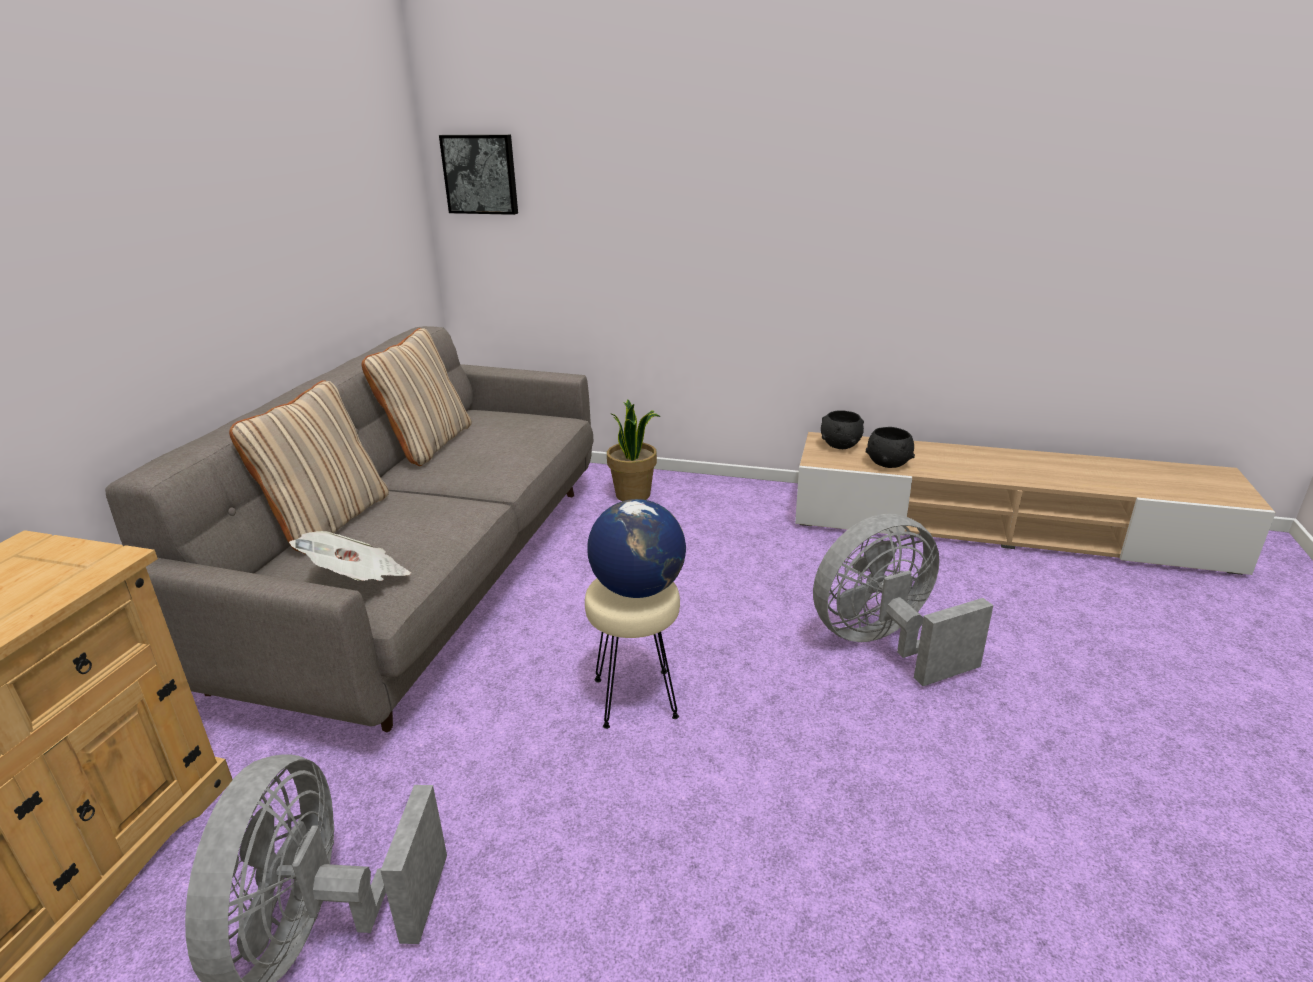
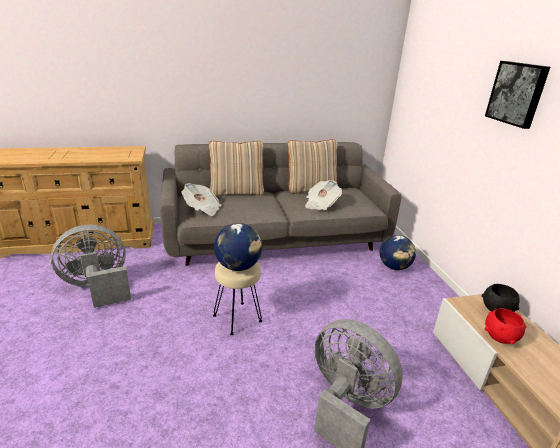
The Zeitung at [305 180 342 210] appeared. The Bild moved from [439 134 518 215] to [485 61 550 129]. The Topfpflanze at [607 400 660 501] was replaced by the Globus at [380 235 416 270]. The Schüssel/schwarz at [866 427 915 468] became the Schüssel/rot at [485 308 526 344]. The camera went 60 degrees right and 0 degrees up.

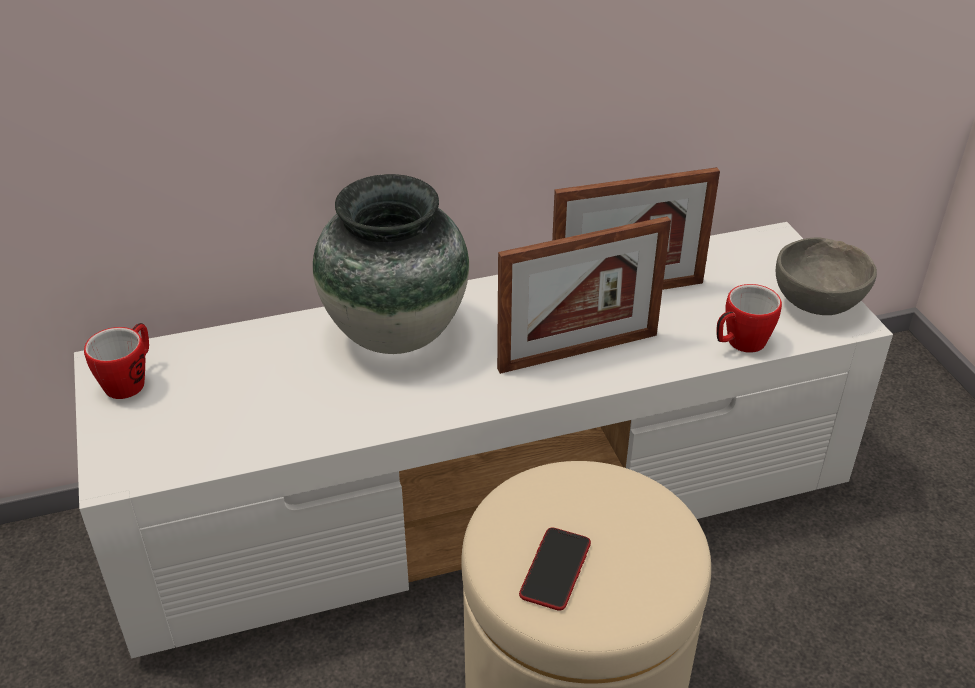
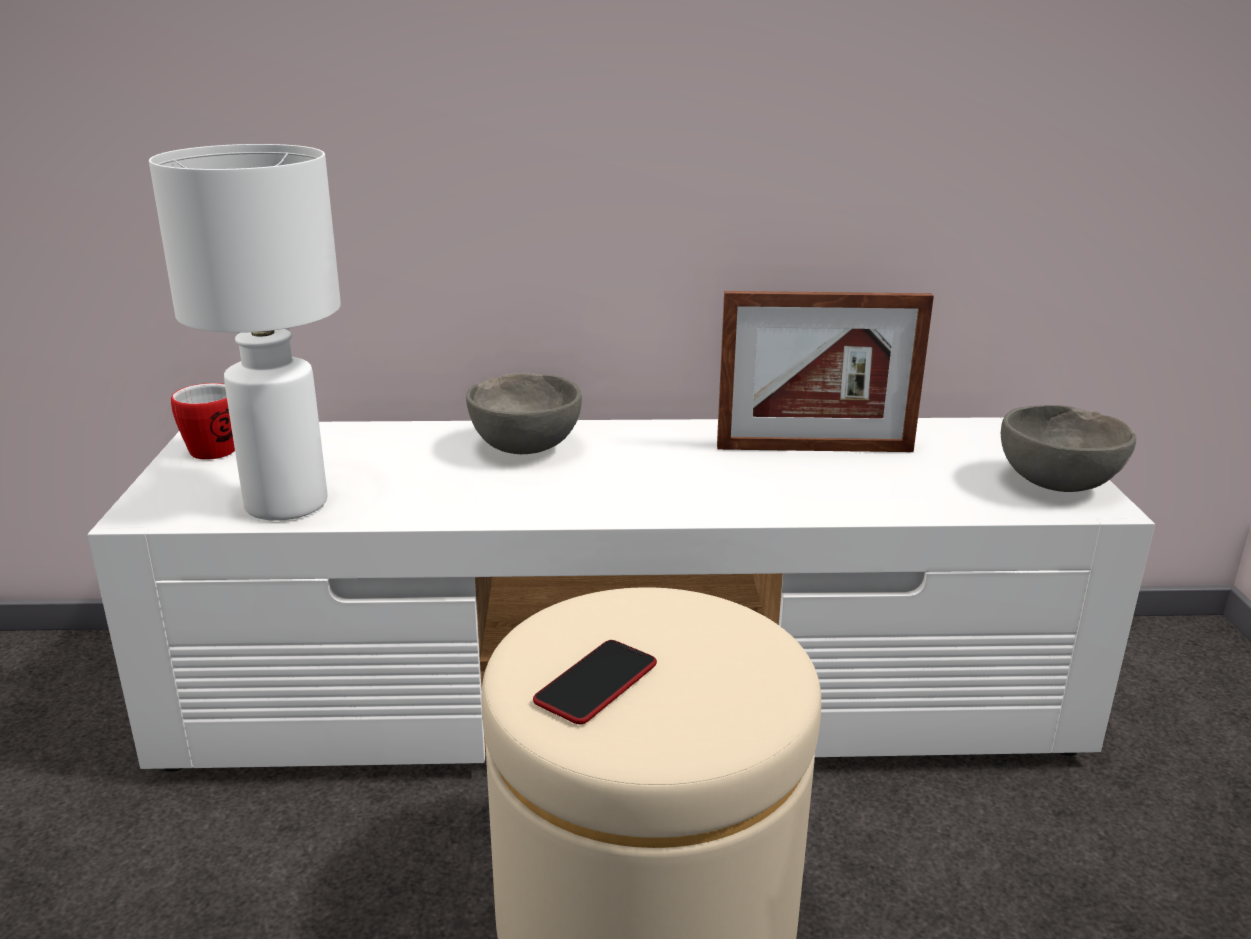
The Bilderrahmen at [497 216 671 374] disappeared. The Henkelbecher at [716 284 782 353] disappeared. The Tischlampe/weiß at [149 144 341 521] appeared. The Vase at [313 174 469 354] was replaced by the Schüssel/grau at [466 373 582 454]. The camera went 15 degrees right and 15 degrees down.

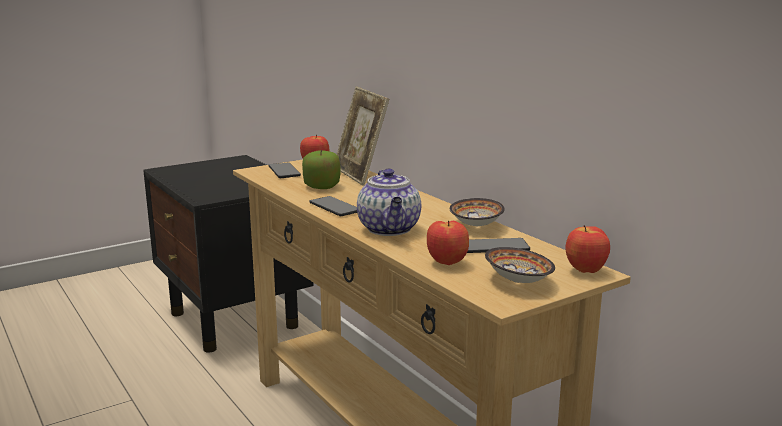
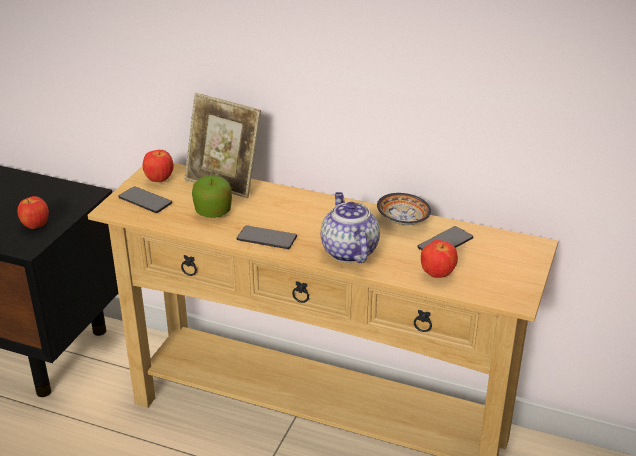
The Schüssel at [485 247 555 283] disappeared. The Apfel moved from [565 225 610 273] to [18 196 49 229]. The Teekanne at [357 168 421 236] turned 150 degrees counterclockwise. The camera went 35 degrees left and 15 degrees up.

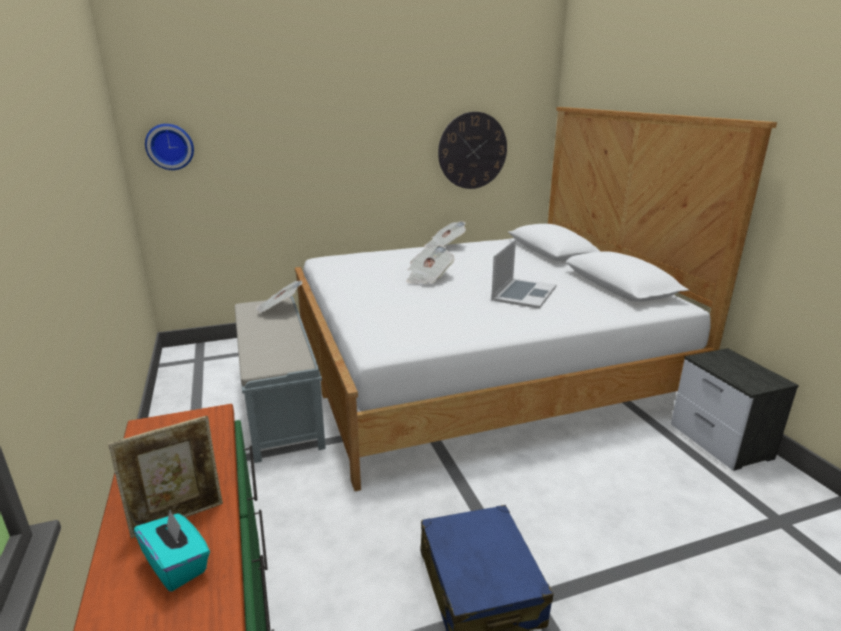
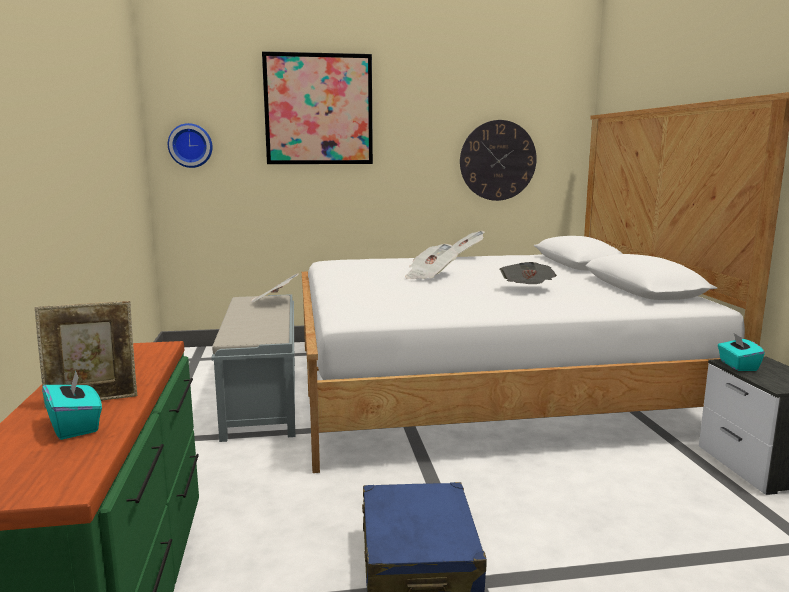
The Bild at [262 51 373 164] appeared. The Taschentuchbox/türkis at [718 333 765 371] appeared. The Laptop at [491 239 556 309] was replaced by the Zeitung at [499 262 557 284]. The camera went 10 degrees right and 10 degrees down.

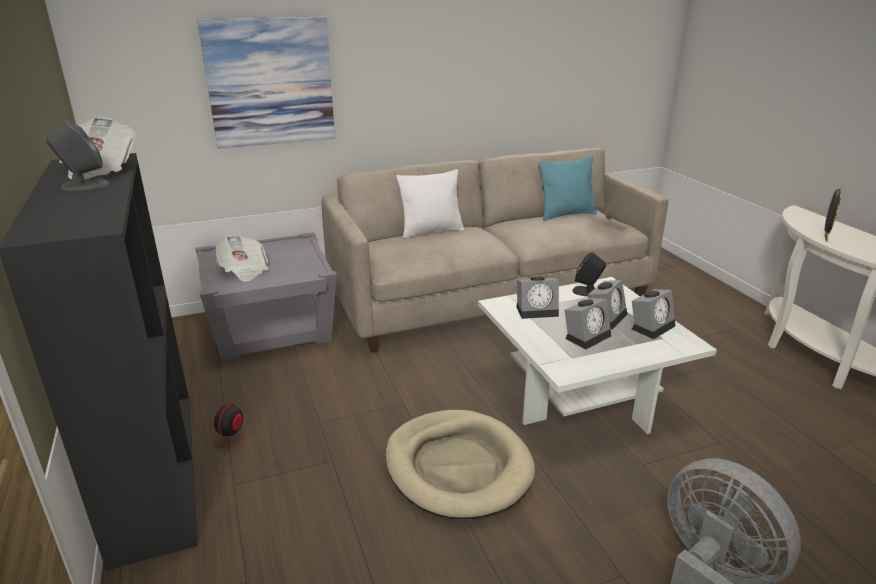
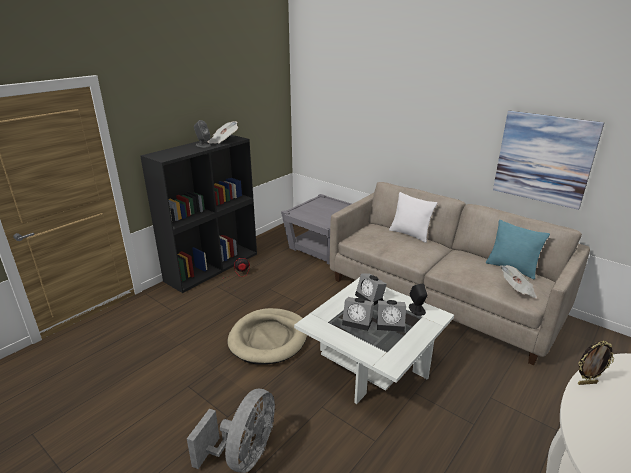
The Zeitung at [216 235 269 282] disappeared. The Wecker at [632 289 675 339] disappeared. The Bild moved from [197 16 335 149] to [493 111 604 210]. The camera went 60 degrees right and 0 degrees up.

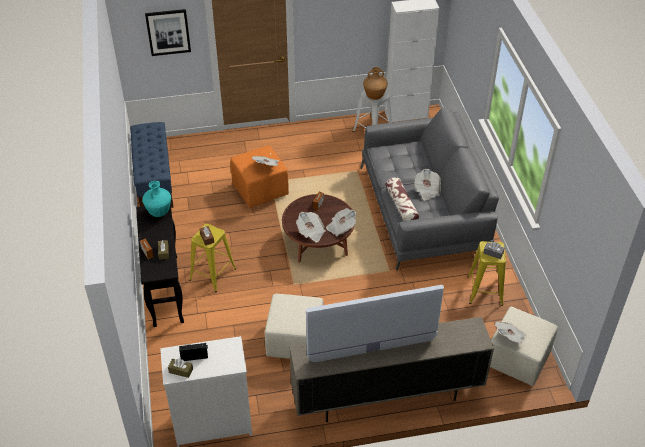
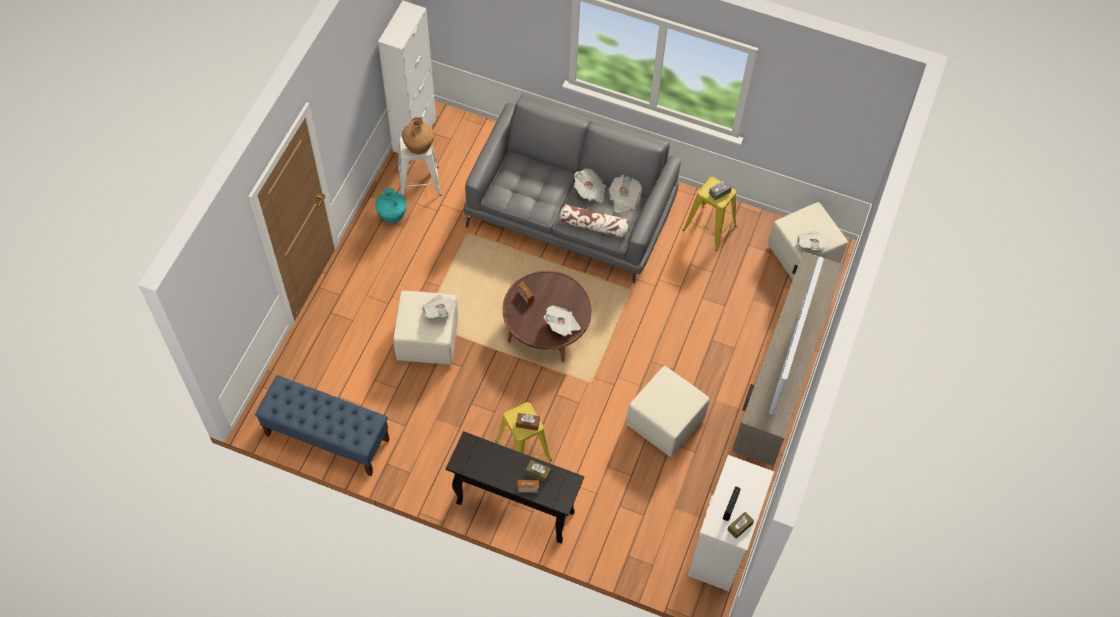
The Bild at [145 9 191 56] disappeared. The Vase/türkis moved from [142 181 171 217] to [375 188 407 223]. The Zeitung moved from [326 208 357 236] to [608 175 642 213]. The Polsterhocker/orange at [230 145 289 208] became the Polsterhocker/beige at [393 291 458 365]. The camera went 60 degrees left and 15 degrees up.

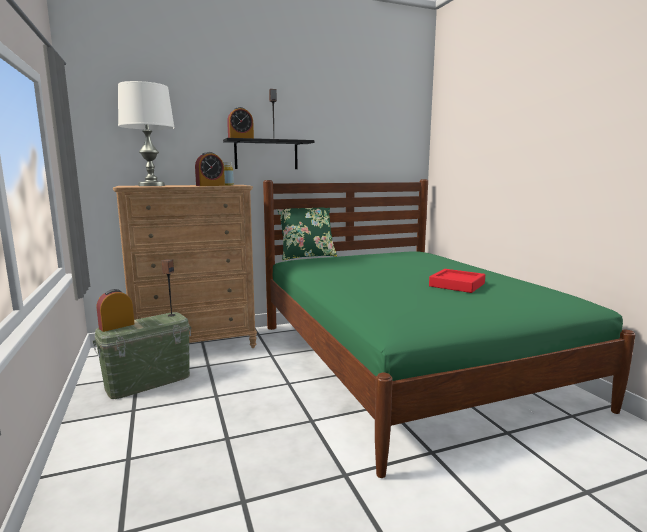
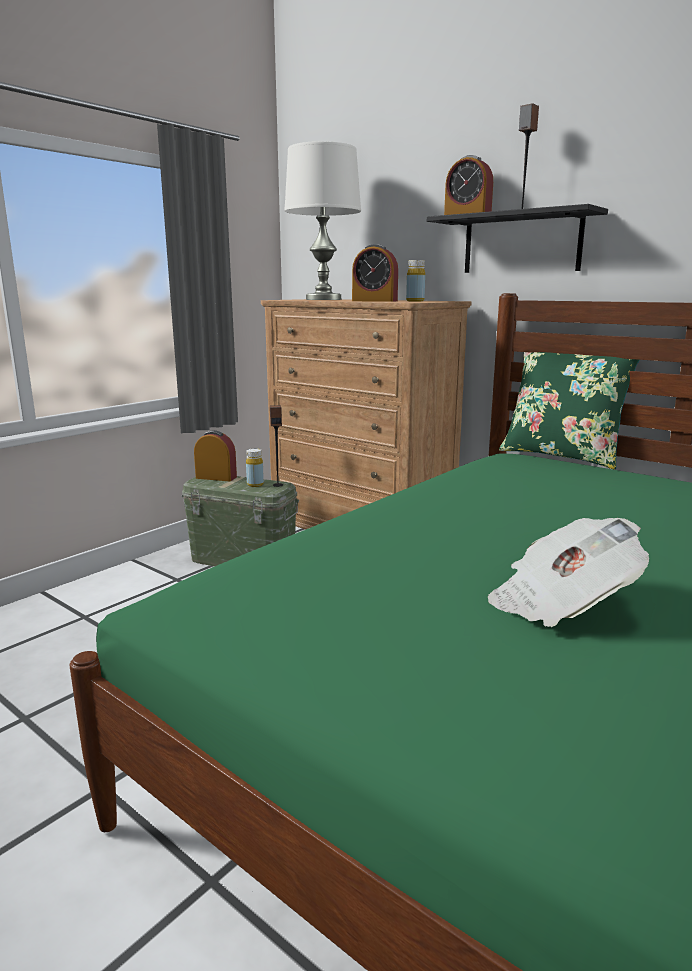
The Flasche/gelb at [246 448 264 487] appeared. The Tablett/rot at [429 269 485 293] was replaced by the Zeitung at [488 518 649 627]. The camera went 60 degrees right and 5 degrees up.

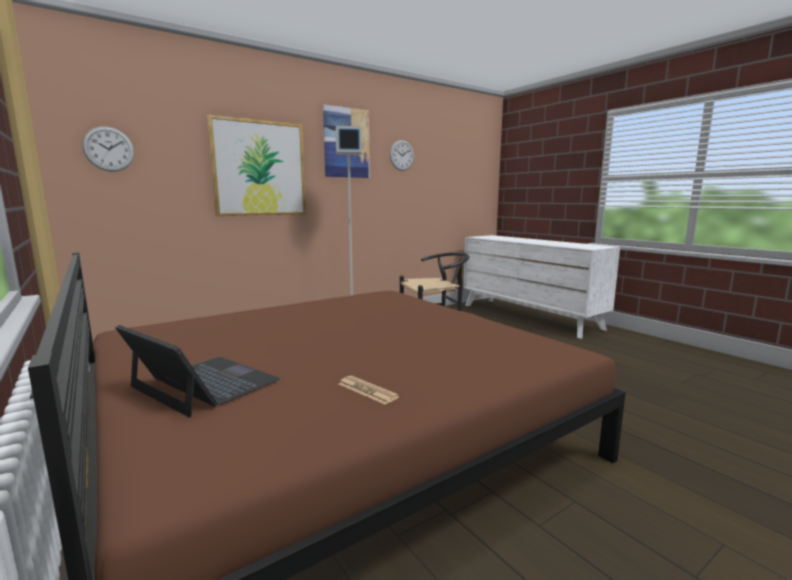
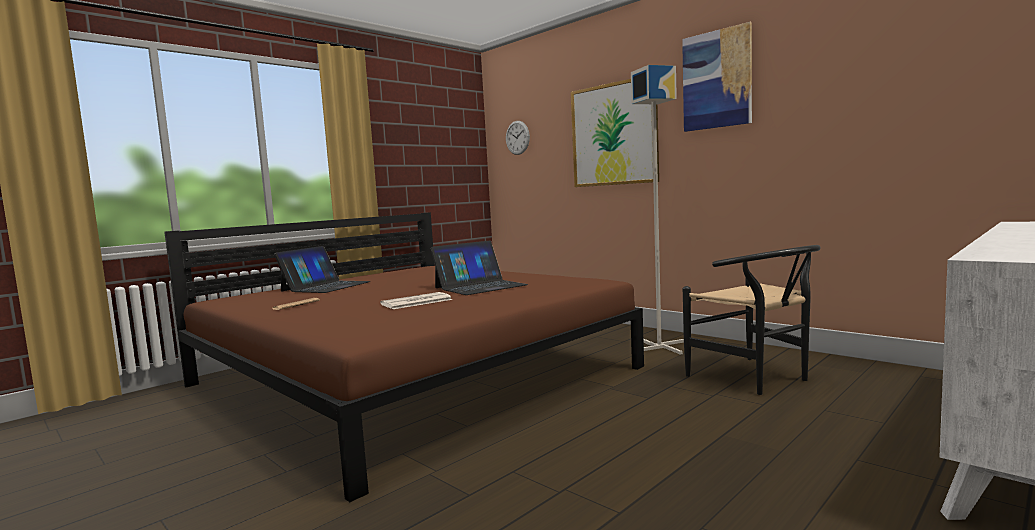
The Wanduhr at [390 140 414 171] disappeared. The Zeitung at [380 292 453 309] appeared. The Laptop at [431 241 528 295] appeared. The camera went 80 degrees right and 5 degrees down.

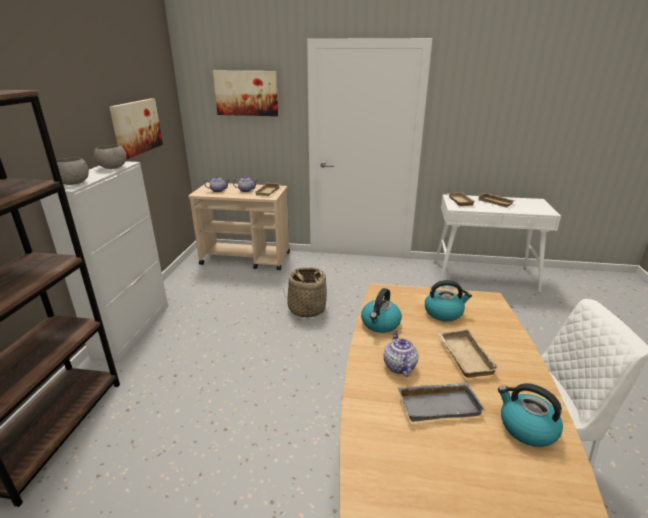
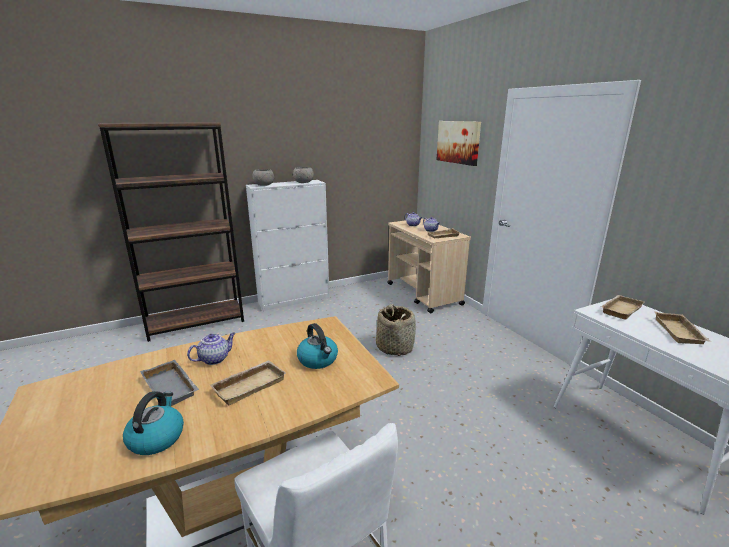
The Bild at [109 98 163 160] disappeared. The Wasserkessel at [361 288 402 333] disappeared. The camera went 55 degrees right and 5 degrees down.

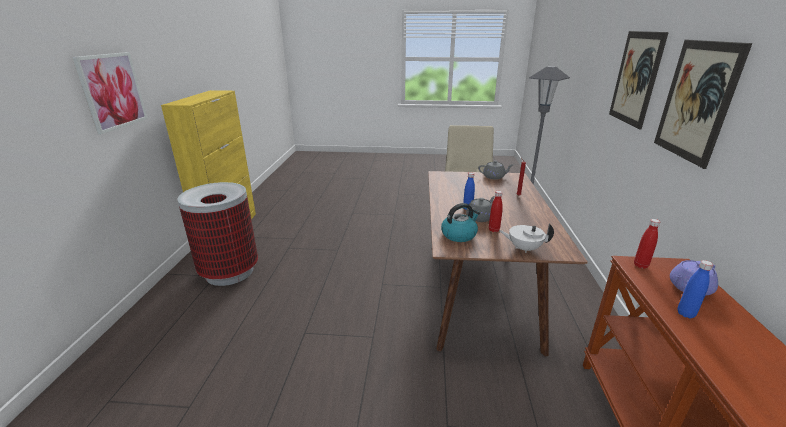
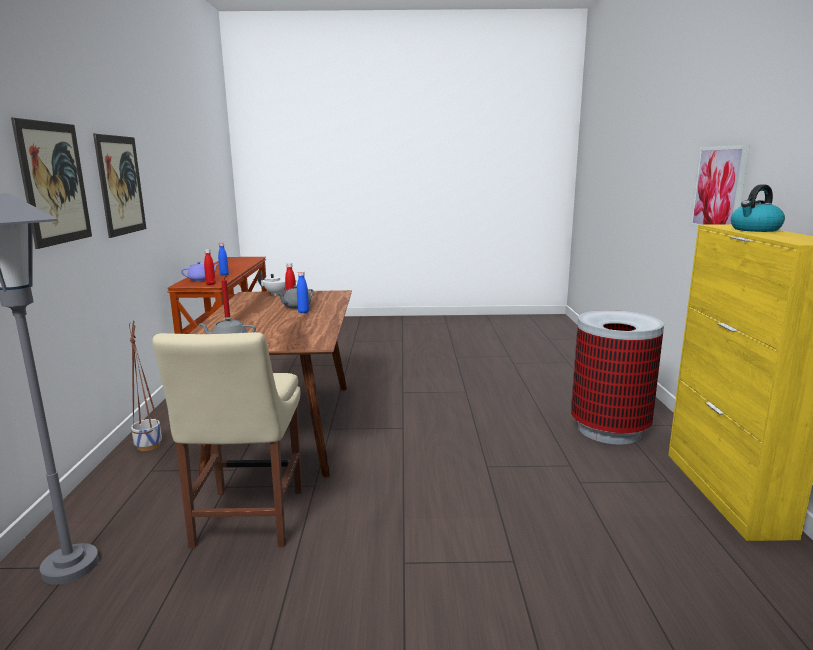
The Pflanzkübel at [129 321 162 451] appeared. The Wasserkessel moved from [441 203 480 242] to [731 184 785 232]. The camera went 175 degrees right and 10 degrees down.

